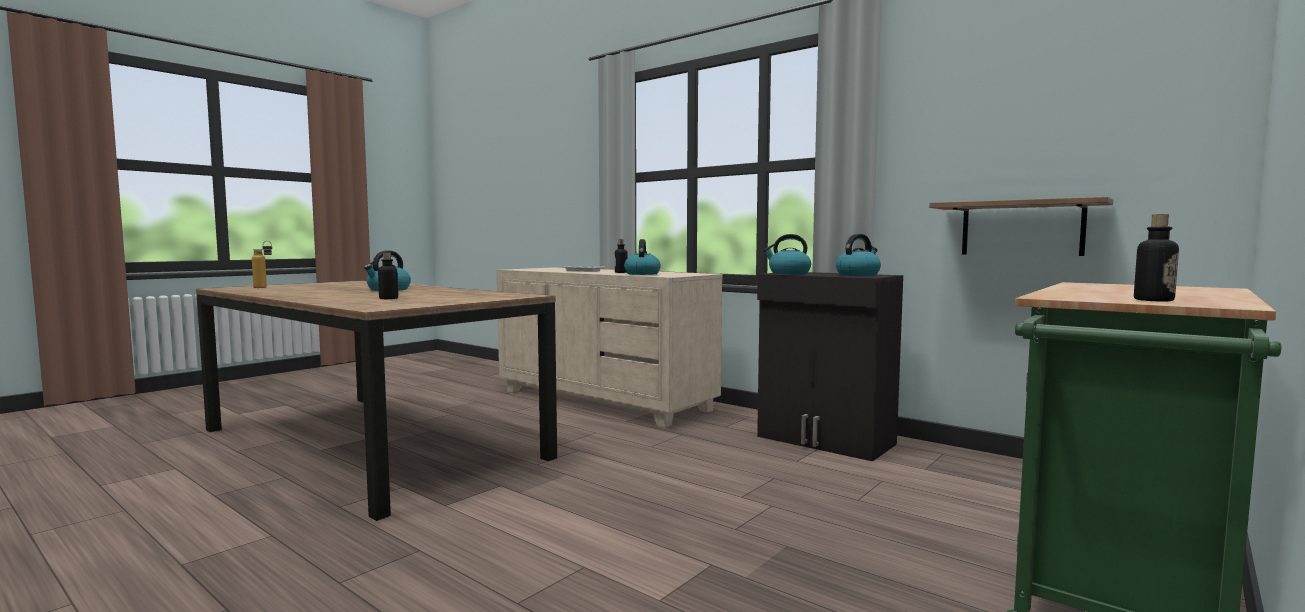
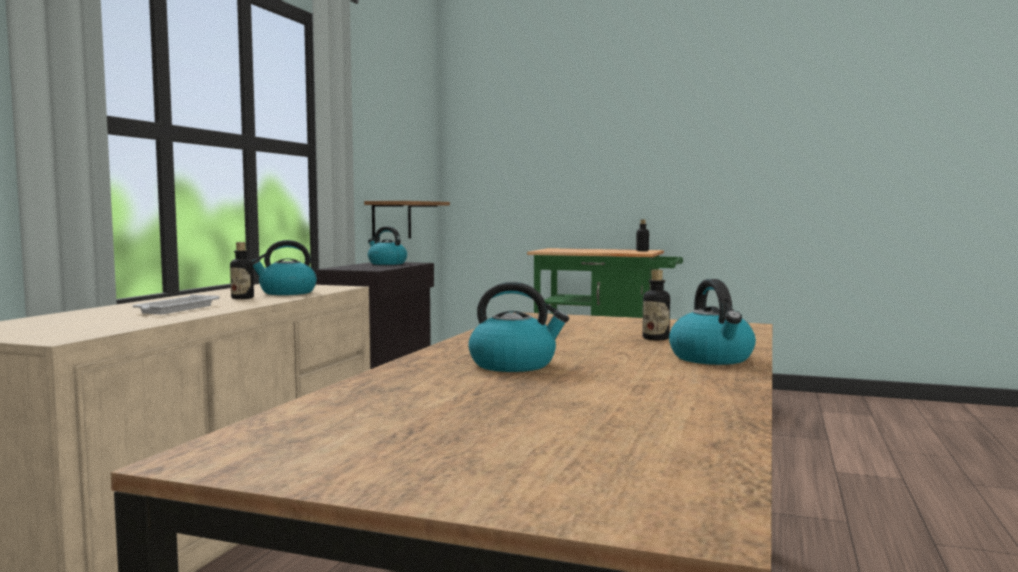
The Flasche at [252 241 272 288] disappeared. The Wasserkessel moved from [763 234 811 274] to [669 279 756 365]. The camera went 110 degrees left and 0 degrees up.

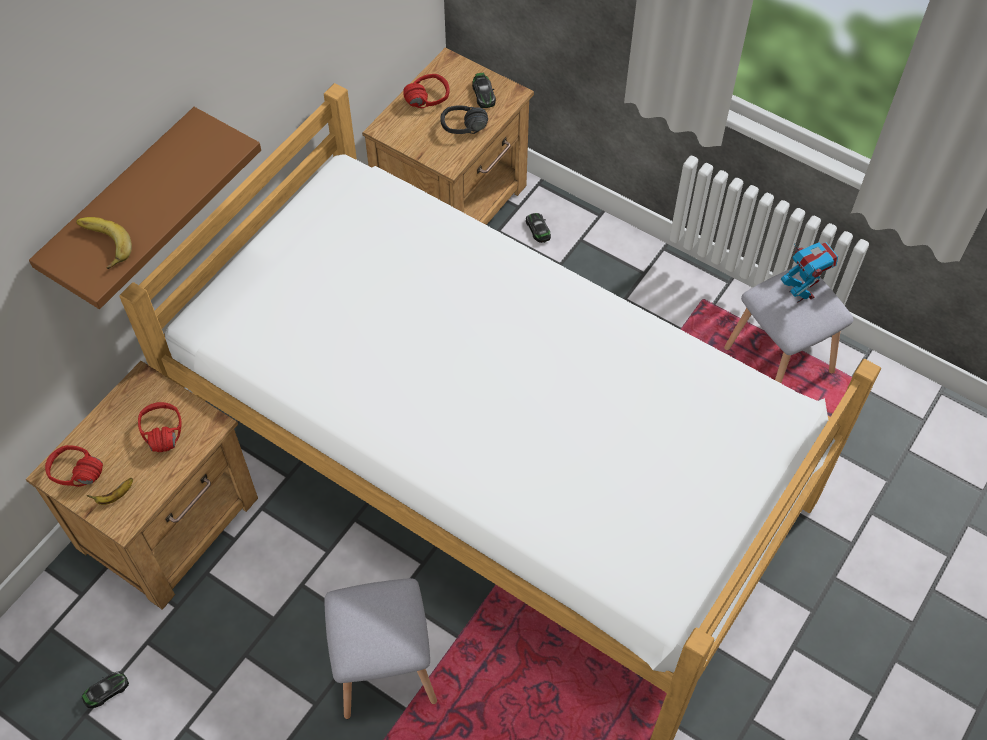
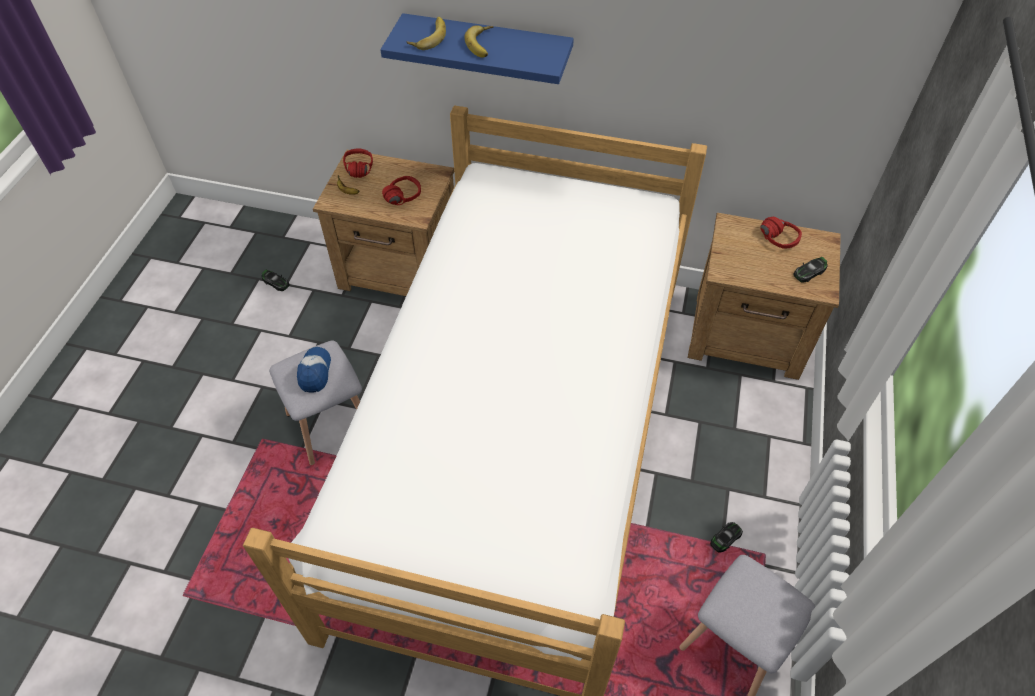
The Kopfhörer/schwarz at [440 105 488 134] disappeared. The Spielzeugroboter at [781 242 838 303] disappeared. The Kappe at [297 347 331 393] appeared. The Banane at [464 25 494 58] appeared. The Spielzeugauto moved from [526 213 551 243] to [710 522 743 552]. The Wandregal/braun at [29 107 261 309] became the Wandregal/blau at [380 13 574 84]. The camera went 70 degrees right and 5 degrees down.

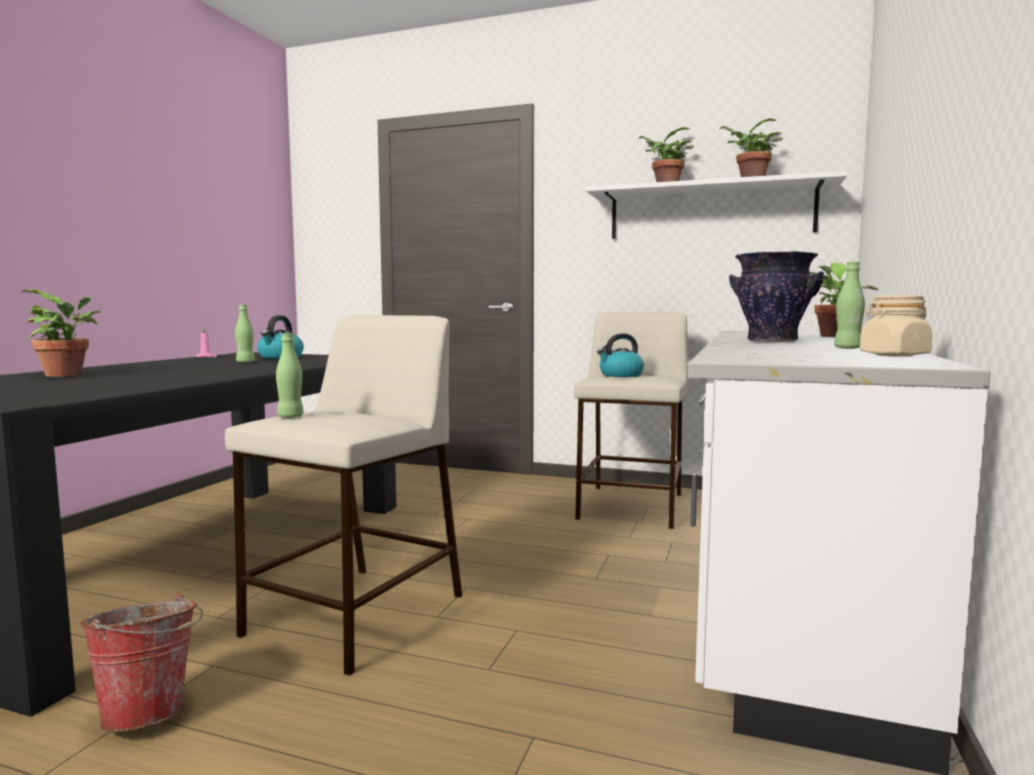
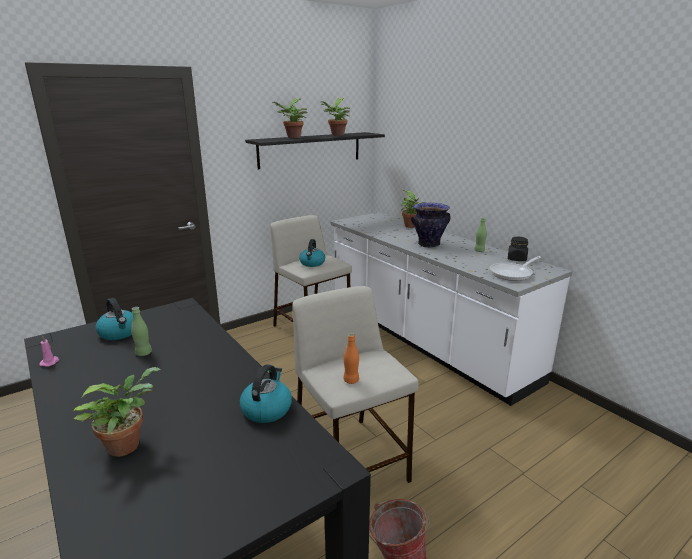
The Wasserkessel at [239 364 292 423] appeared. The Pfanne at [489 256 541 281] appeared. The Flasche/grün at [276 333 304 418] became the Flasche/orange at [343 333 359 384]. The Wandregal/weiß at [585 171 848 239] became the Wandregal/schwarz at [245 132 385 170]. The Vorratsglas/beige at [860 295 932 357] became the Vorratsglas/schwarz at [508 236 528 261]. The camera went 55 degrees left and 15 degrees up.

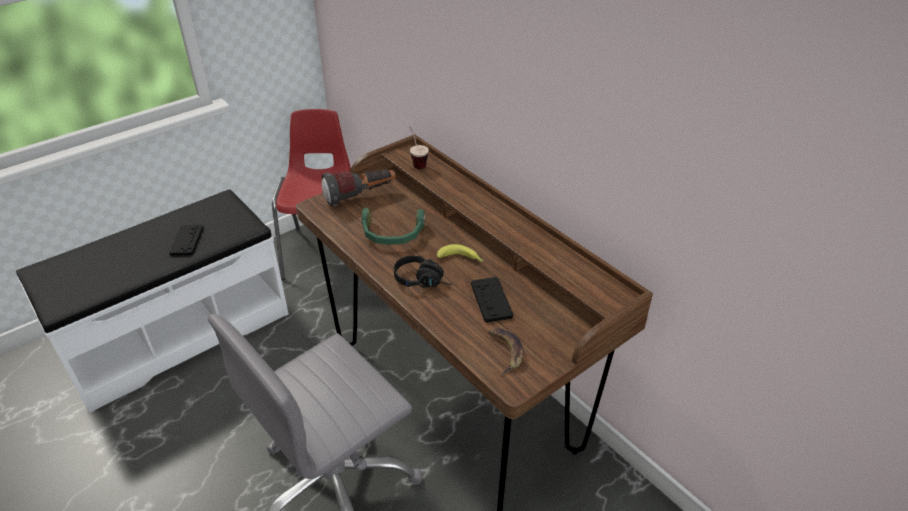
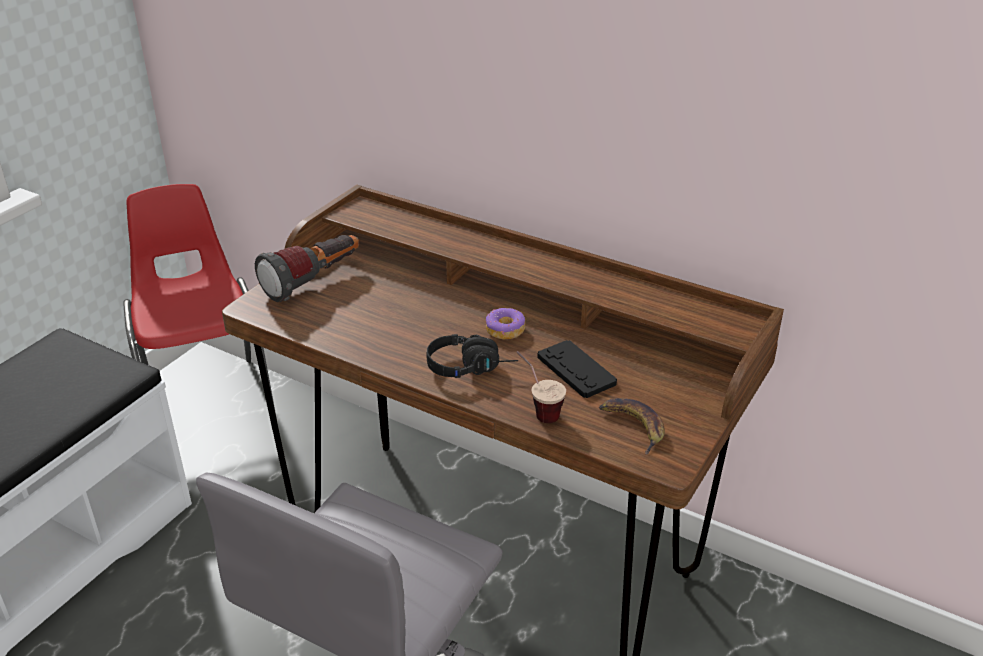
The Gamepad/schwarz at [169 225 203 256] disappeared. The Kopfhörer/grün at [362 208 425 245] disappeared. The Tasse moved from [410 127 429 169] to [517 351 566 423]. The Banane at [437 244 484 262] was replaced by the Donut at [486 308 525 339]. The camera went 20 degrees left and 5 degrees down.

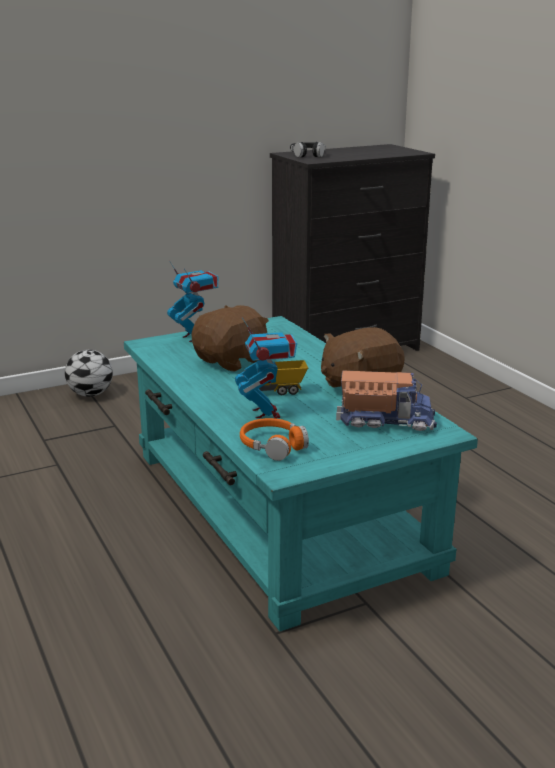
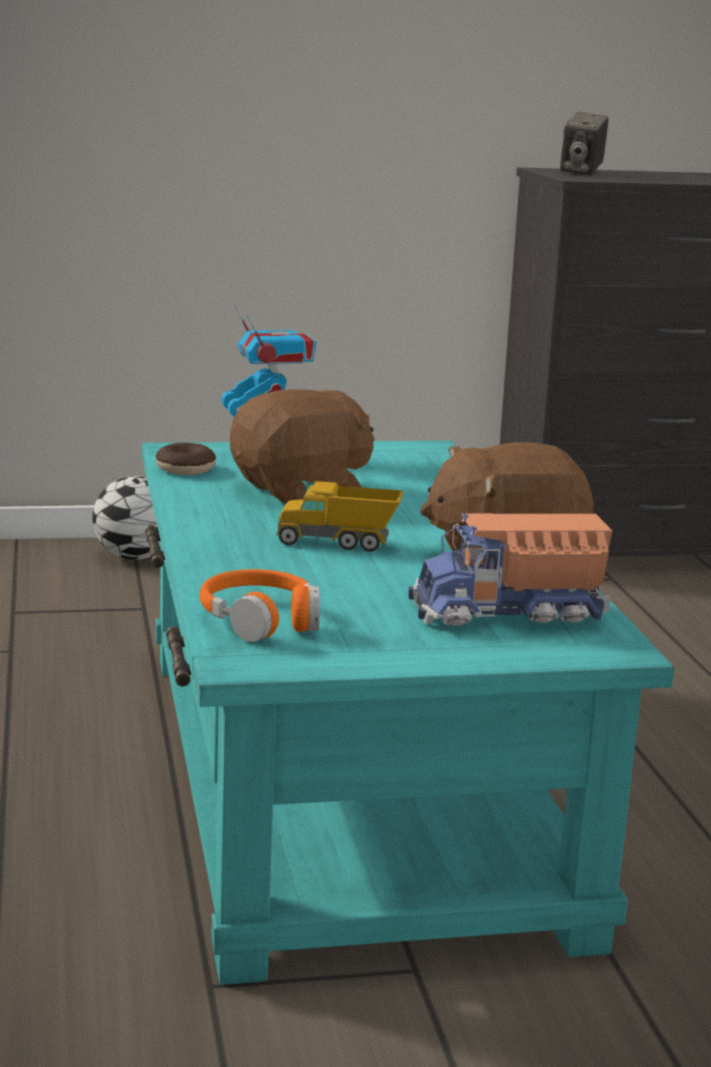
The Spielzeugroboter at [235 317 297 418] disappeared. The Donut at [156 443 216 475] appeared. The Kopfhörer/schwarz at [290 142 326 157] was replaced by the Kamera at [560 112 609 175]. The Spielzeuglaster at [336 370 437 431] turned 150 degrees clockwise. The camera went 15 degrees right and 5 degrees down.

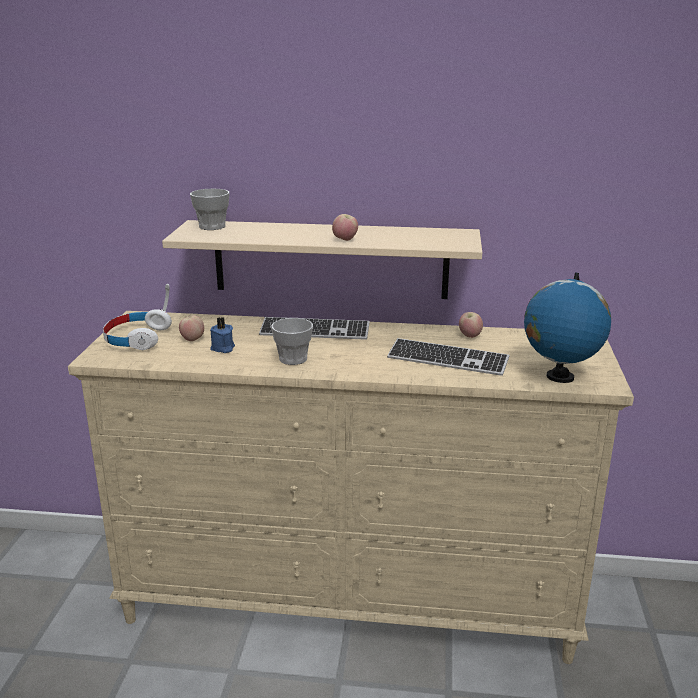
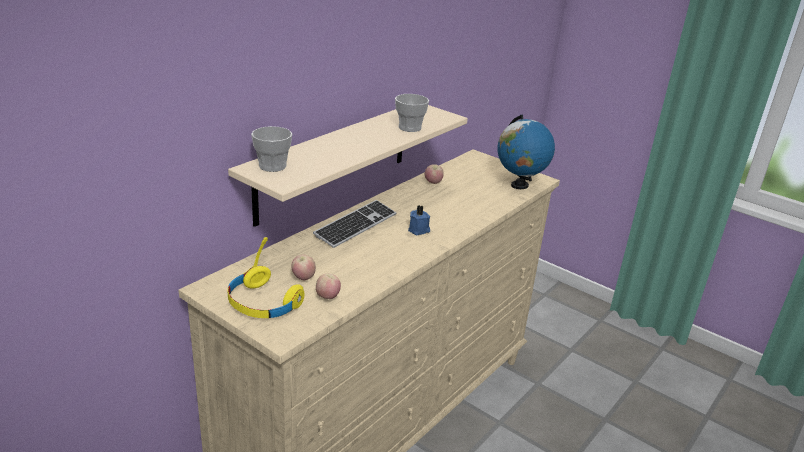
The Tastatur at [387 338 509 376] disappeared. The Kerze/blau moved from [210 317 235 353] to [408 205 430 235]. The Tasse moved from [271 318 313 365] to [395 94 429 132]. The Apfel moved from [332 214 358 241] to [316 274 341 299]. The Kopfhörer/weiß at [103 284 172 350] became the Kopfhörer/gelb at [228 237 305 318]. The camera went 60 degrees left and 5 degrees up.

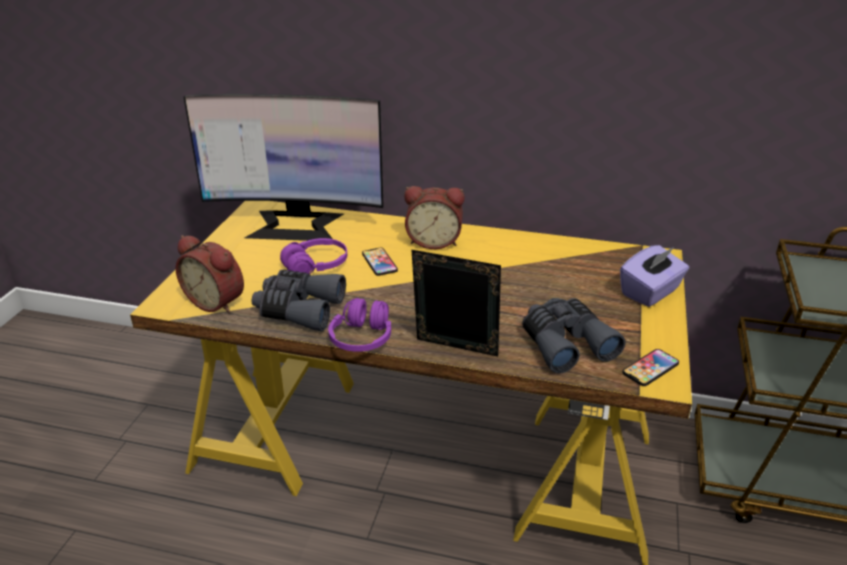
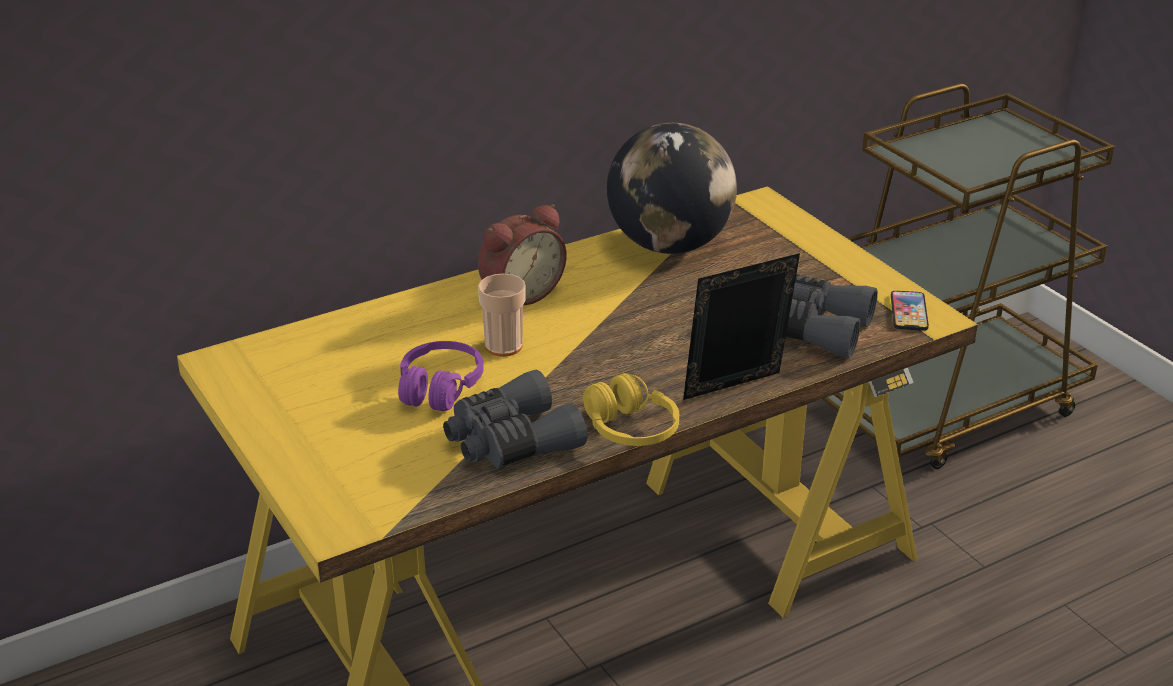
The Wecker at [176 235 244 314] disappeared. The Monitor at [183 94 383 241] disappeared. The Taschentuchbox/lila at [620 245 689 307] disappeared. The Globus at [607 123 737 254] appeared. The Handy at [362 248 398 276] was replaced by the Tasse at [478 274 526 357]. The Kopfhörer/lila at [328 298 391 352] became the Kopfhörer/gelb at [583 373 679 446]. The camera went 45 degrees left and 0 degrees up.

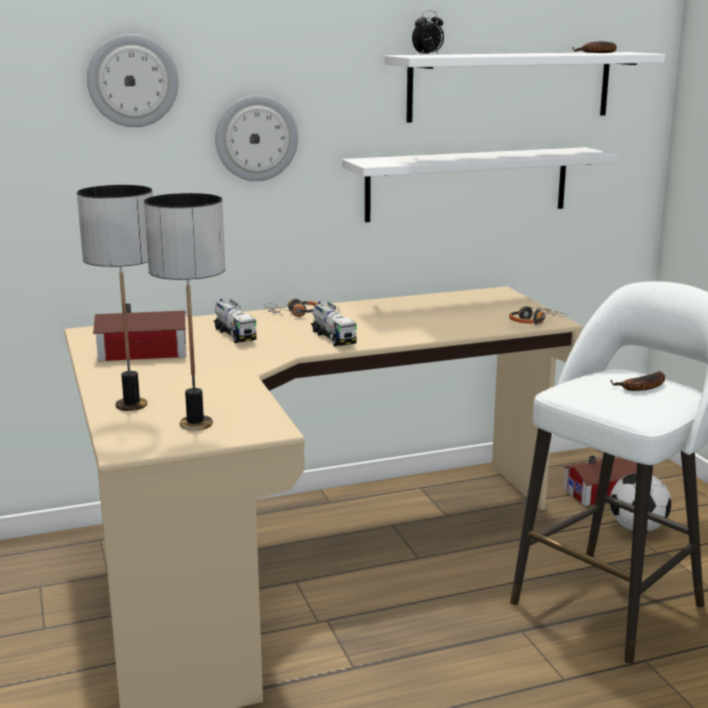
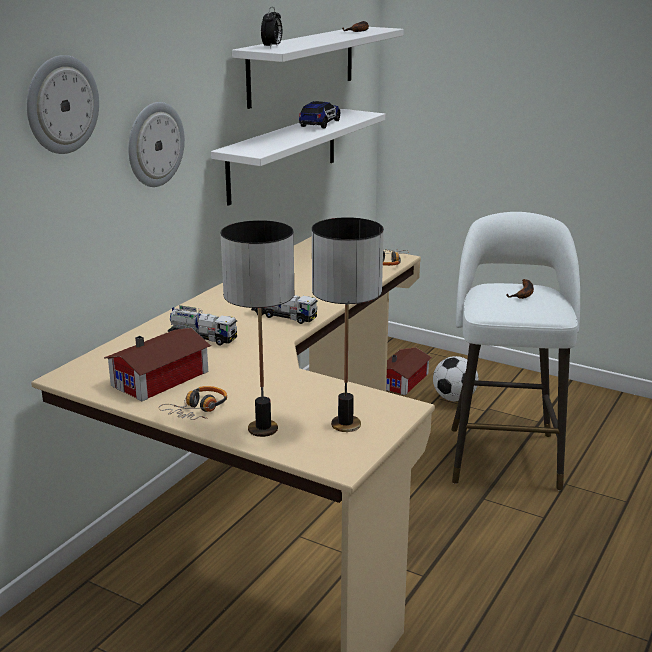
The Spielzeugauto at [299 101 340 128] appeared. The Kopfhörer moved from [264 299 318 317] to [159 386 227 420]. The camera went 40 degrees left and 5 degrees up.

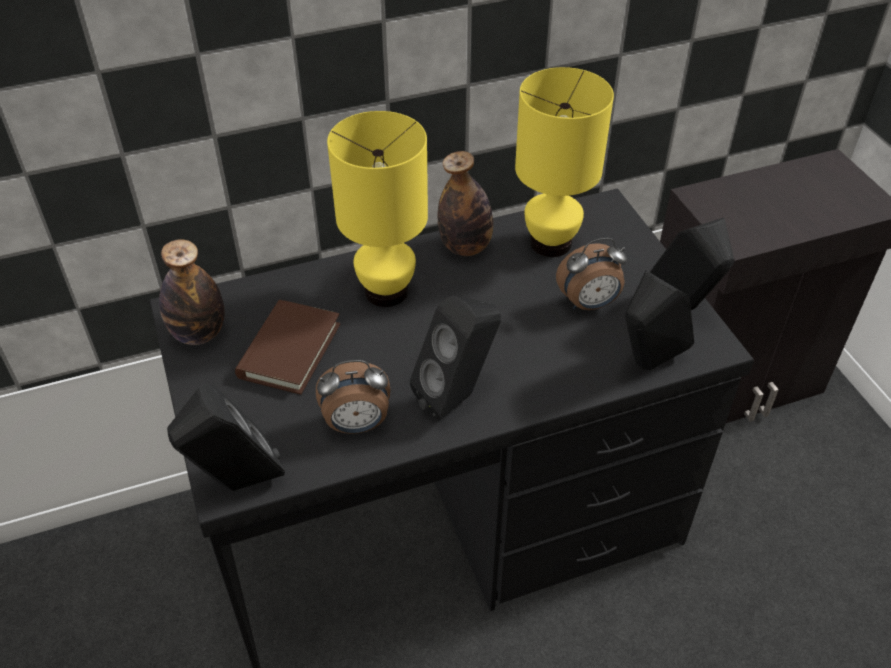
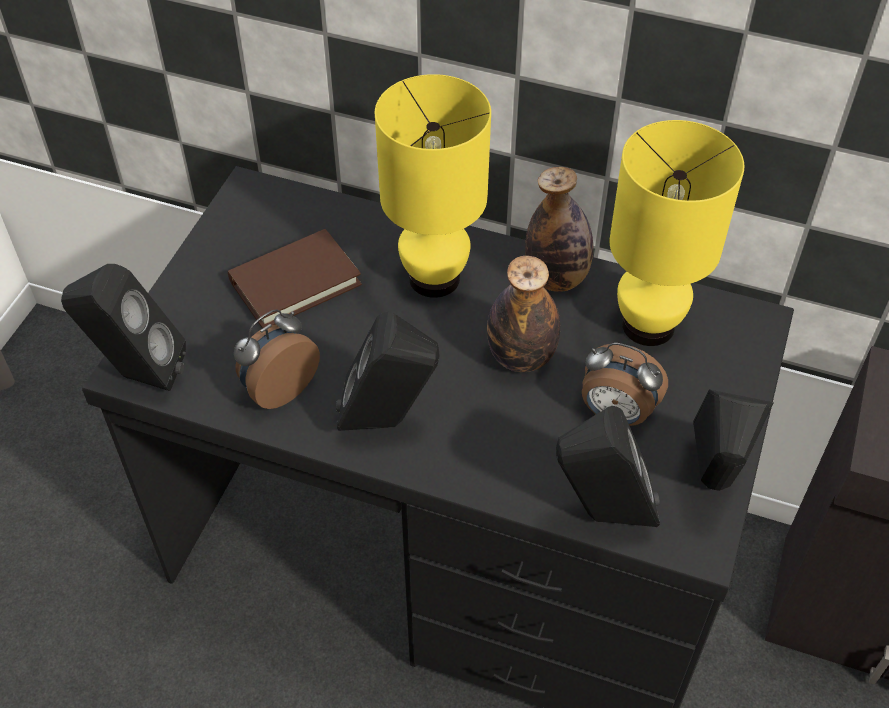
The Flasche moved from [159 240 224 345] to [487 256 560 372]. The Wecker at [316 360 391 434] turned 105 degrees clockwise. The camera went 40 degrees right and 5 degrees up.

